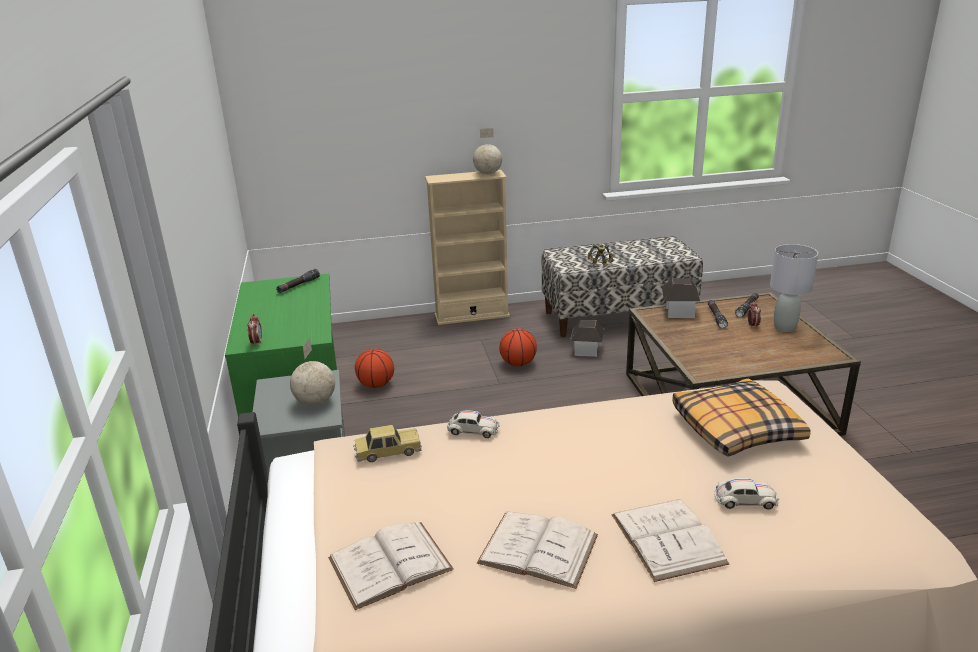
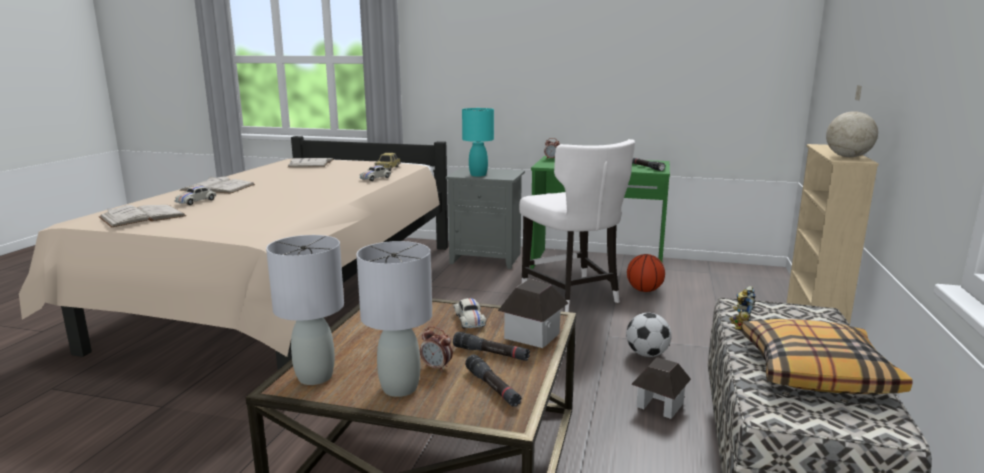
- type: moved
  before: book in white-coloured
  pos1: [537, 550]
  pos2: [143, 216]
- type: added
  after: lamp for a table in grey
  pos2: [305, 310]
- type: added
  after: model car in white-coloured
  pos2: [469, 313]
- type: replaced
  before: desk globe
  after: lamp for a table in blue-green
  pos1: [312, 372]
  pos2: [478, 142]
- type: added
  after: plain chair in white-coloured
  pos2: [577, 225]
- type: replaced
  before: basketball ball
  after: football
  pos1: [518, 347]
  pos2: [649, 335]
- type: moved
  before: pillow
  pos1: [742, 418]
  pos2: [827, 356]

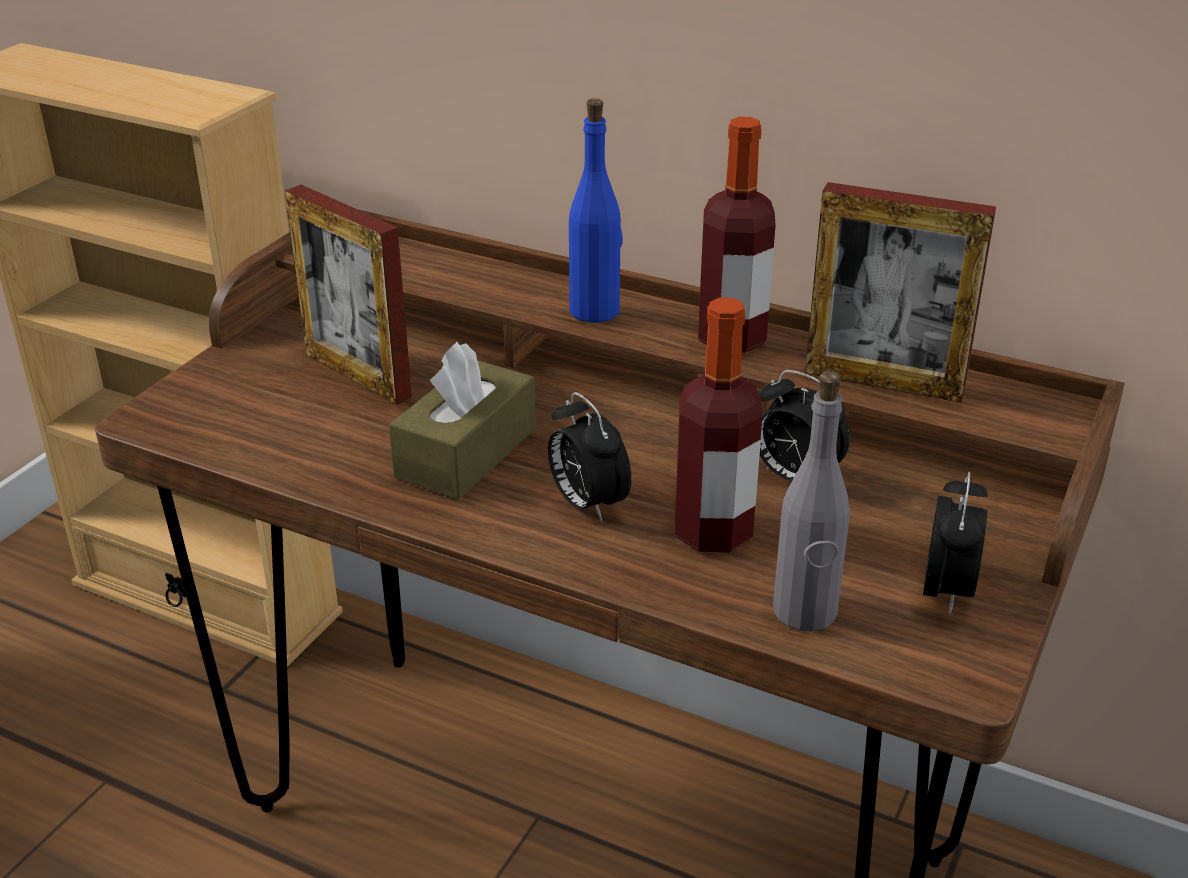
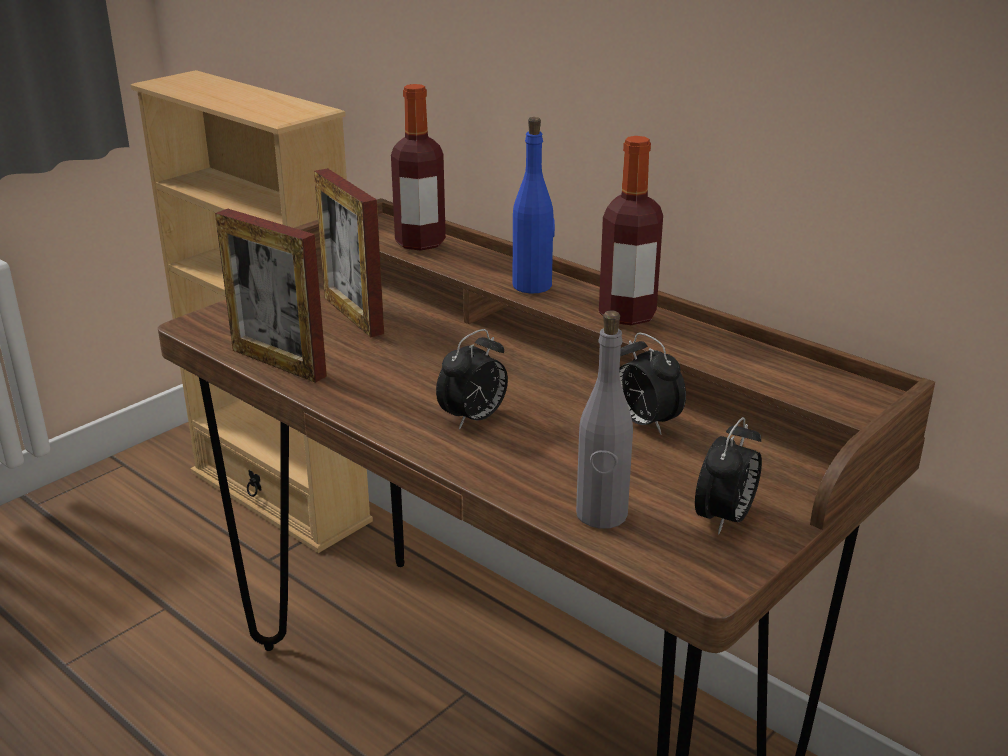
- type: moved
  before: photo frame
  pos1: [900, 292]
  pos2: [271, 296]
- type: moved
  before: beverage bottle
  pos1: [718, 424]
  pos2: [418, 167]
- type: turned
  before: bedside clock
  pos1: [589, 457]
  pos2: [472, 379]
  turn: -120
- type: removed
  before: tissue box in brown-coloured
  pos1: [462, 421]

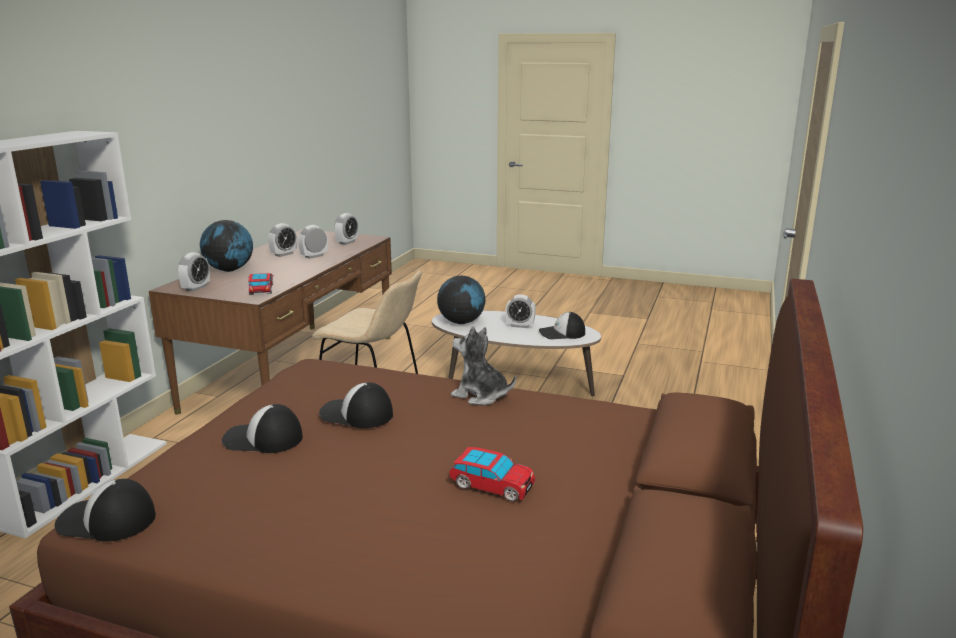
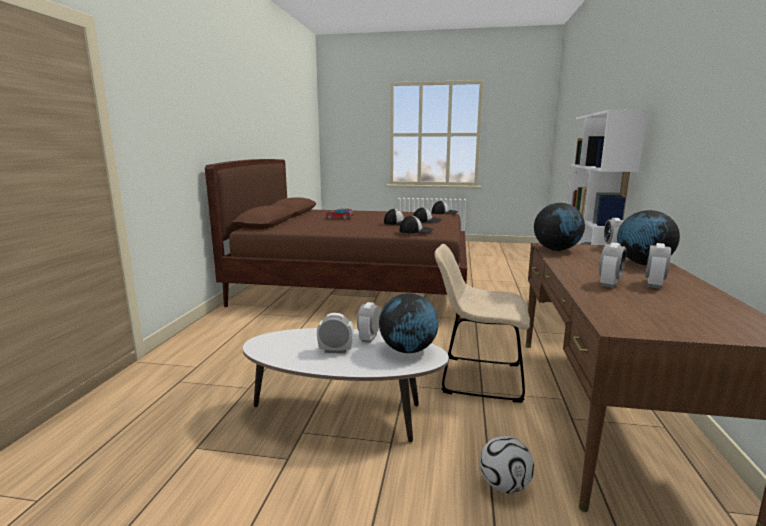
- type: moved
  before: bedside clock
  pos1: [346, 229]
  pos2: [369, 322]
- type: moved
  before: baseball cap
  pos1: [562, 325]
  pos2: [416, 224]
- type: added
  after: football
  pos2: [507, 465]
- type: replaced
  before: model car
  after: desk globe
  pos1: [261, 284]
  pos2: [559, 227]
- type: removed
  before: plush toy
  pos1: [483, 365]

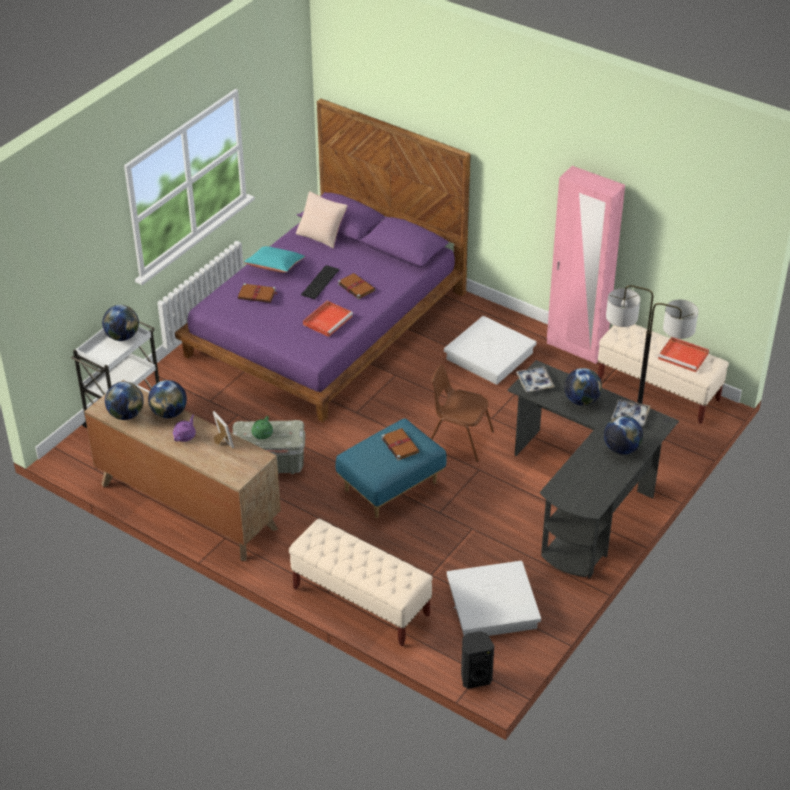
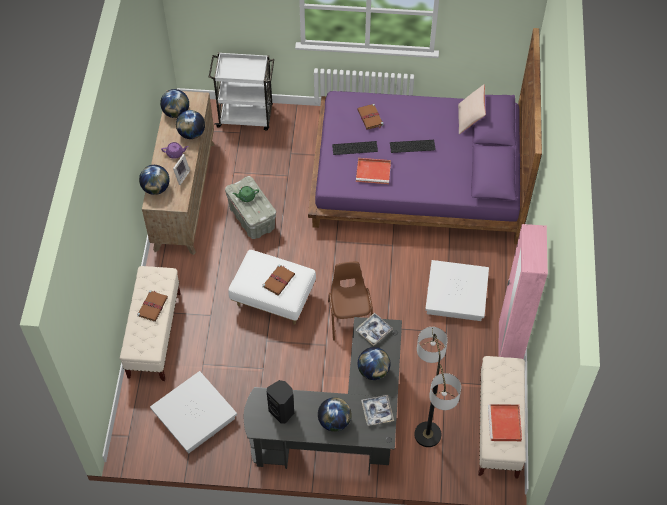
- type: moved
  before: book in brown-coloured
  pos1: [356, 286]
  pos2: [152, 306]
- type: moved
  before: desk globe
  pos1: [120, 323]
  pos2: [154, 180]
- type: recoloured
  before: footrest in blue
  after: footrest in white-coloured
  pos1: [391, 468]
  pos2: [272, 287]
- type: moved
  before: audio speaker in black
  pos1: [477, 660]
  pos2: [280, 402]
- type: added
  after: computer keyboard
  pos2: [355, 148]
- type: removed
  before: pillow in blue-green
  pos1: [274, 259]

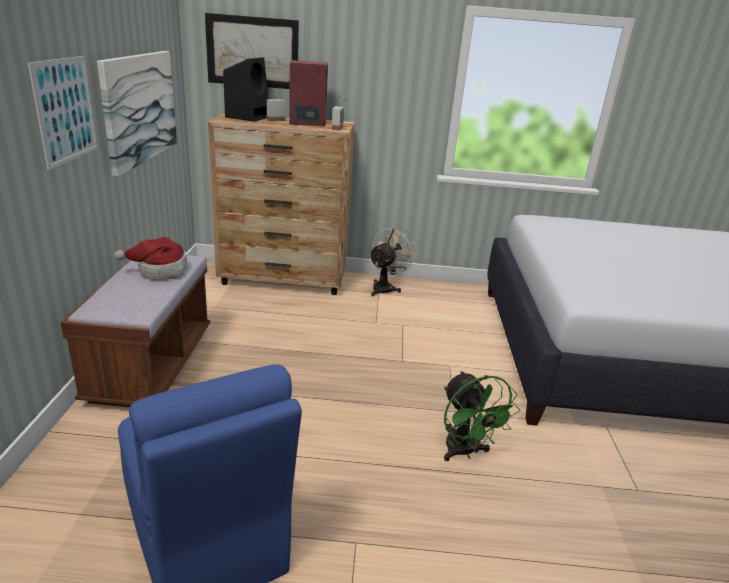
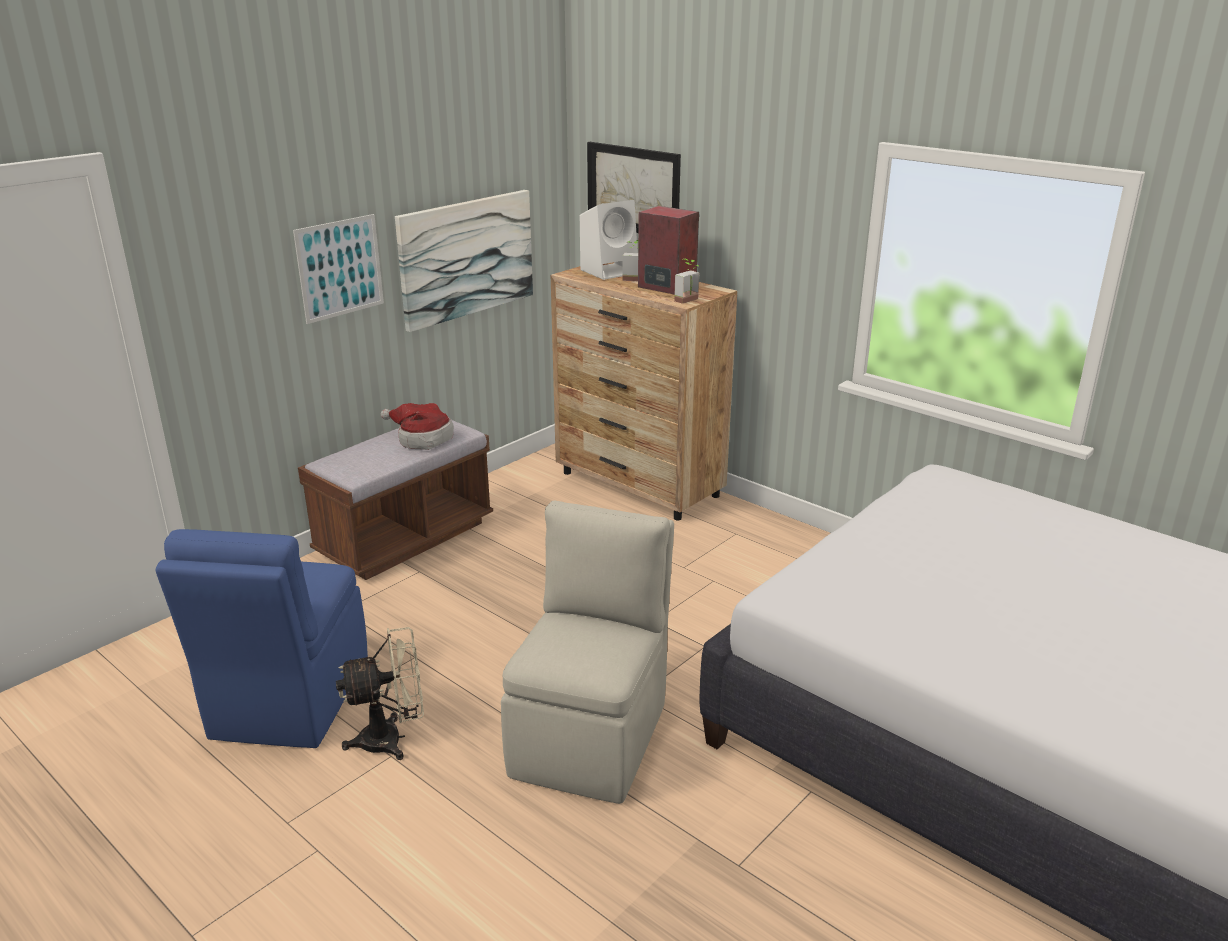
- type: moved
  before: electric fan in beige
  pos1: [393, 261]
  pos2: [380, 693]
- type: replaced
  before: electric fan in green
  after: plain chair in beige
  pos1: [482, 416]
  pos2: [587, 652]
- type: recoloured
  before: audio speaker in black
  after: audio speaker in white-coloured
  pos1: [246, 89]
  pos2: [609, 240]

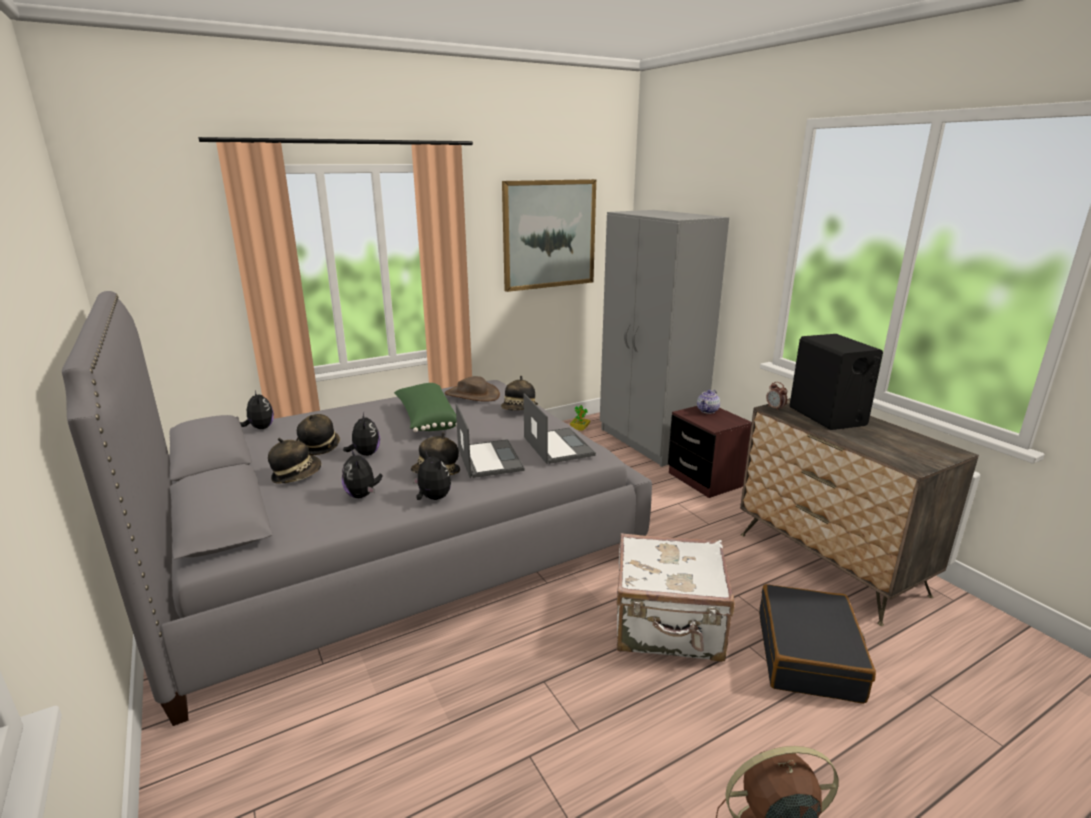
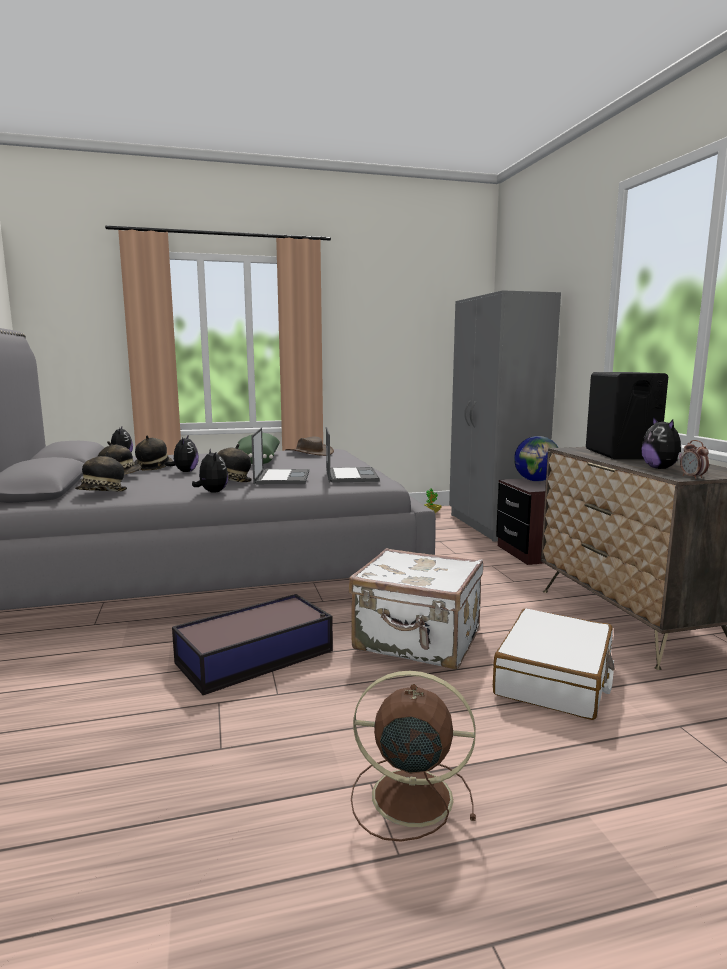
- type: moved
  before: clothing hat
  pos1: [519, 393]
  pos2: [101, 471]
- type: added
  after: storage bin
  pos2: [252, 644]
- type: recoloured
  before: travel case in black
  after: travel case in white-coloured
  pos1: [817, 644]
  pos2: [553, 664]
- type: replaced
  before: teapot
  after: desk globe
  pos1: [708, 402]
  pos2: [536, 459]
- type: moved
  before: plush toy
  pos1: [362, 473]
  pos2: [662, 443]
- type: moved
  before: bedside clock
  pos1: [776, 396]
  pos2: [694, 459]
- type: removed
  before: wall picture
  pos1: [549, 235]

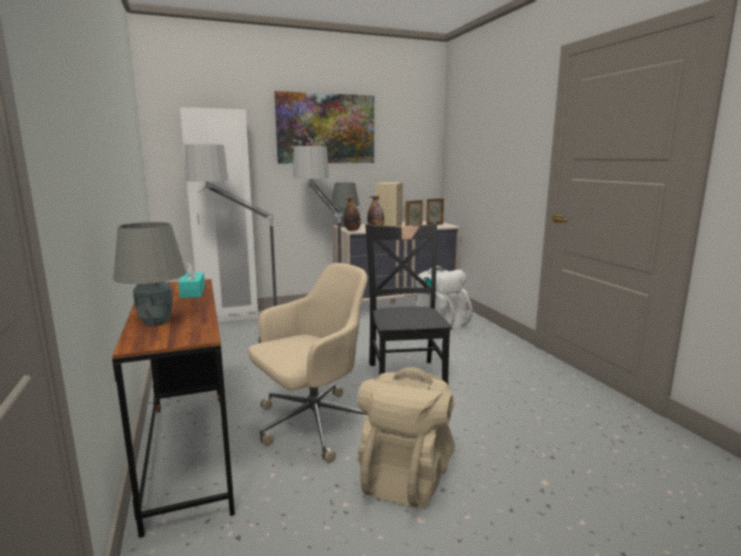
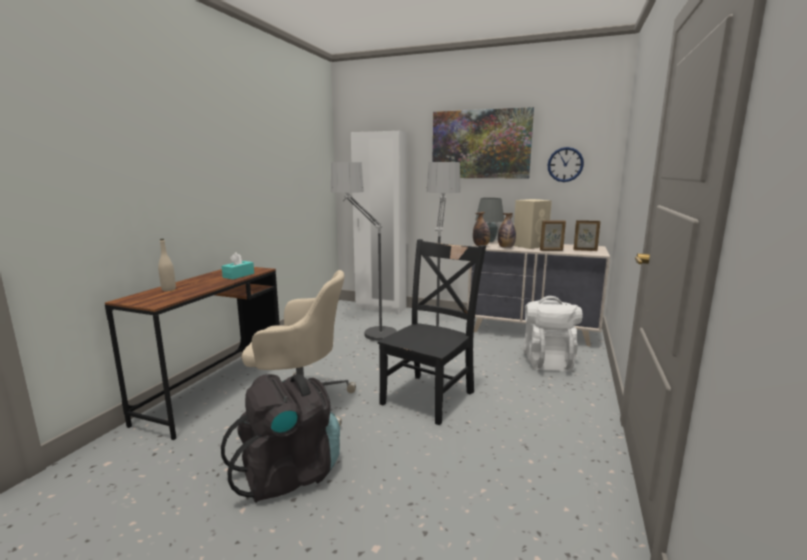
- type: replaced
  before: lamp for a table in grey
  after: beverage bottle in beige
  pos1: [149, 274]
  pos2: [167, 265]
- type: recoloured
  before: knapsack in beige
  after: knapsack in black
  pos1: [406, 437]
  pos2: [280, 438]
- type: added
  after: hanging clock
  pos2: [566, 164]

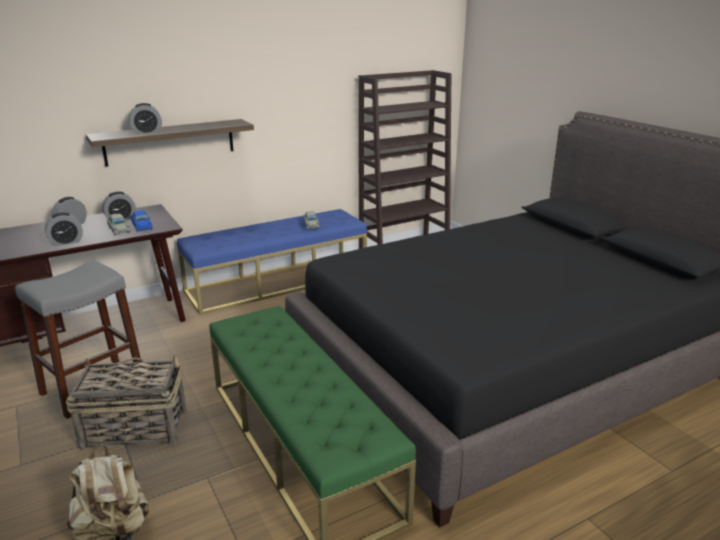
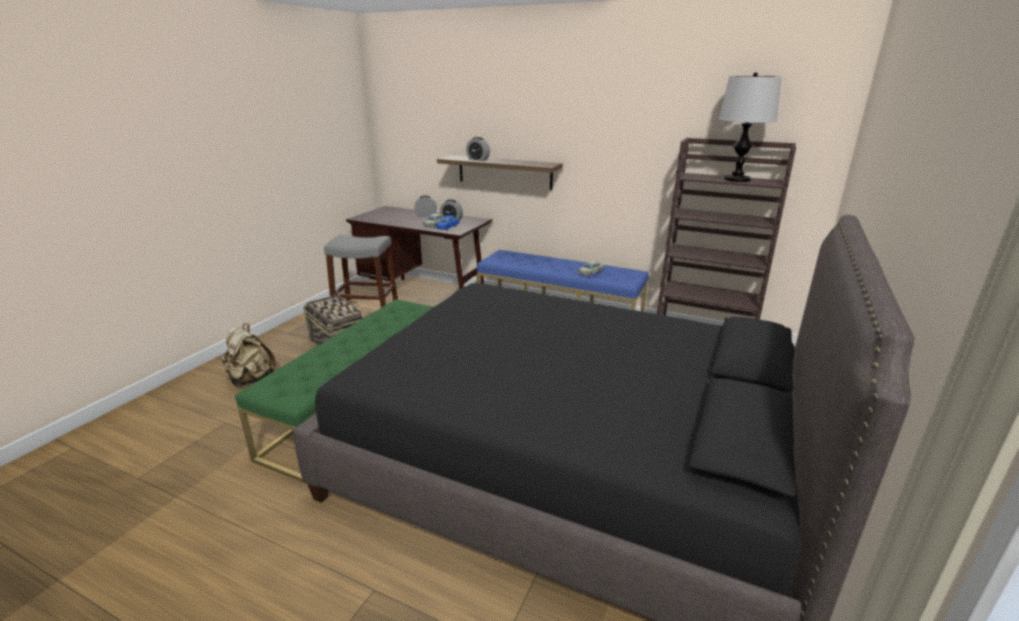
- type: added
  after: lamp for a table
  pos2: [750, 127]
- type: removed
  before: bedside clock
  pos1: [64, 229]

